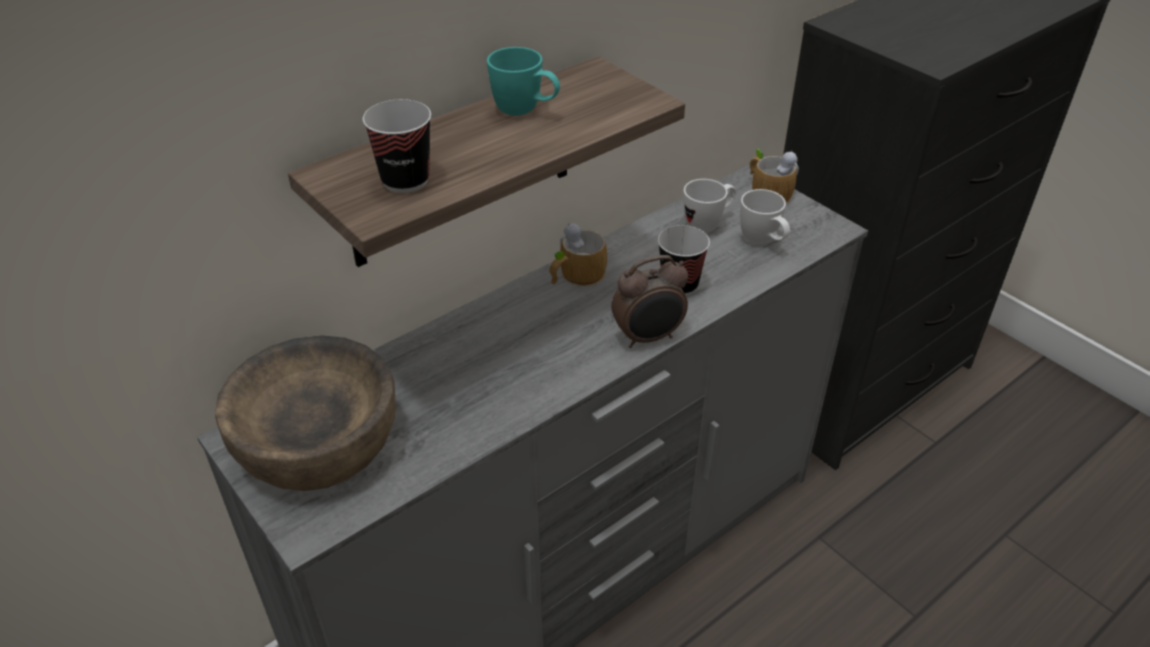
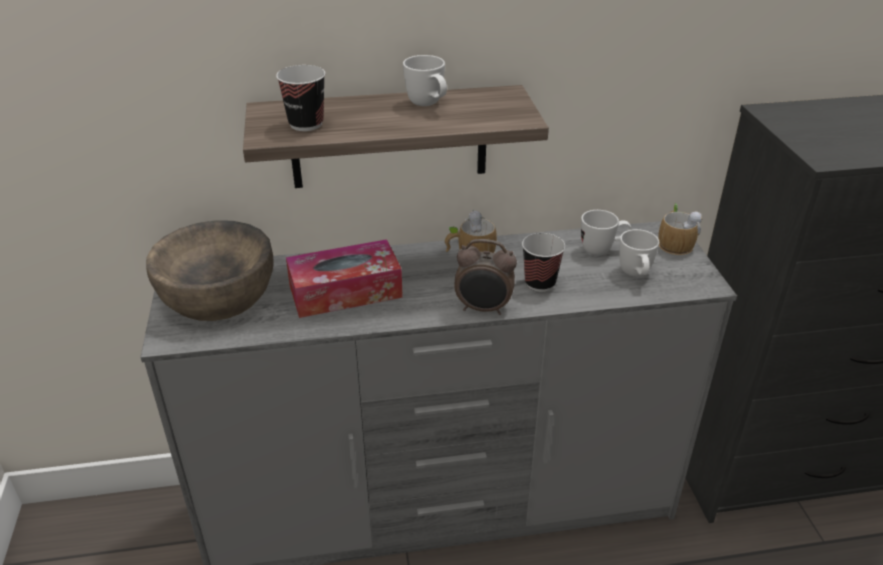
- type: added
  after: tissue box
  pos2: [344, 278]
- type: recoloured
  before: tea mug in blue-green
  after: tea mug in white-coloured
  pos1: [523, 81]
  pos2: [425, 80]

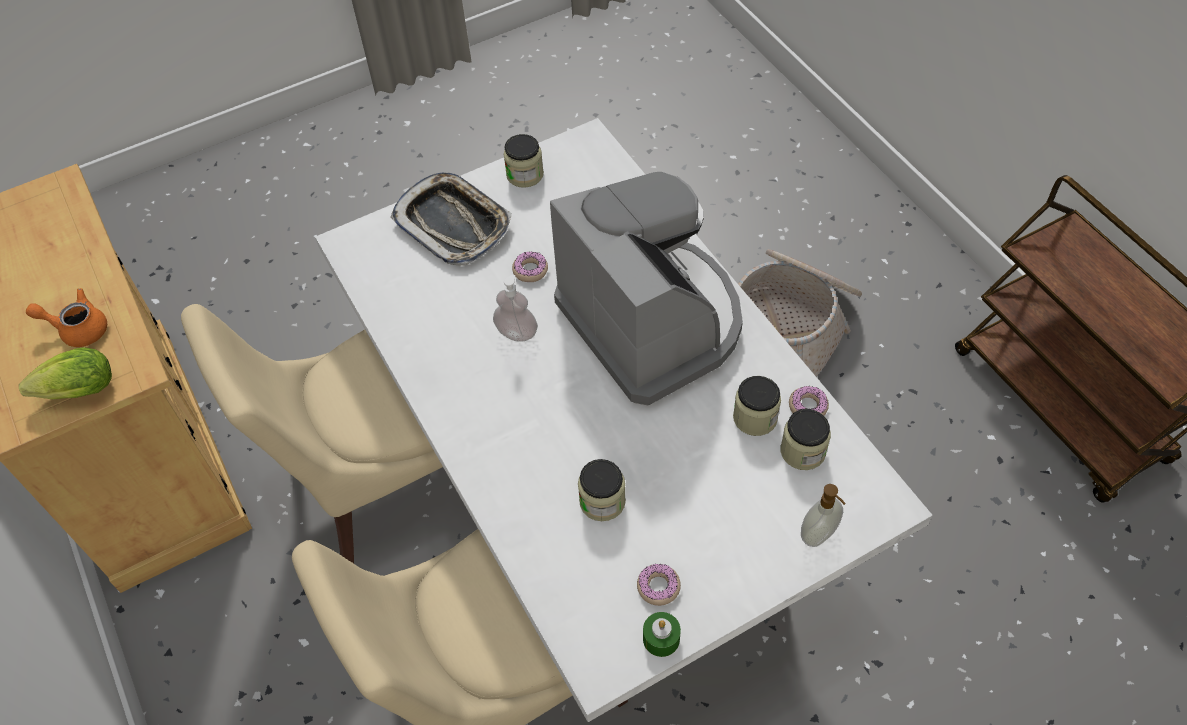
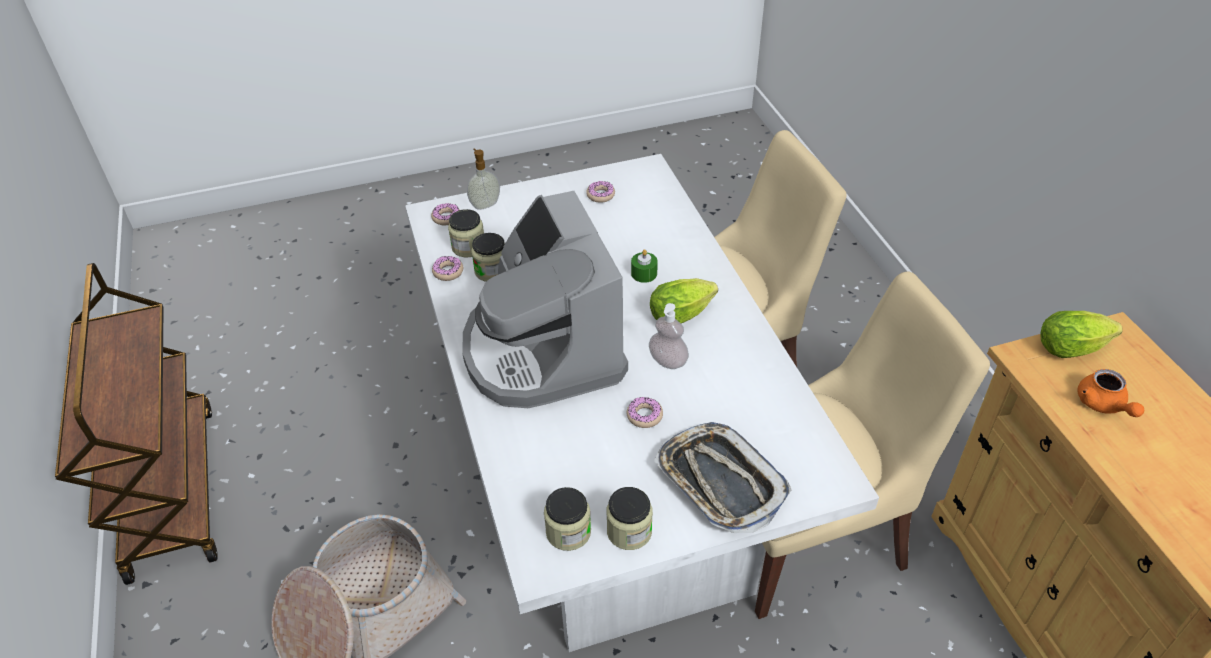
- type: added
  after: donut
  pos2: [445, 214]
- type: moved
  before: jar
  pos1: [602, 490]
  pos2: [567, 519]
- type: moved
  before: candle in green
  pos1: [662, 634]
  pos2: [644, 266]
- type: added
  after: lettuce
  pos2: [684, 300]
- type: turned
  before: teapot in orange-coloured
  pos1: [66, 317]
  pos2: [1110, 393]
  turn: 60

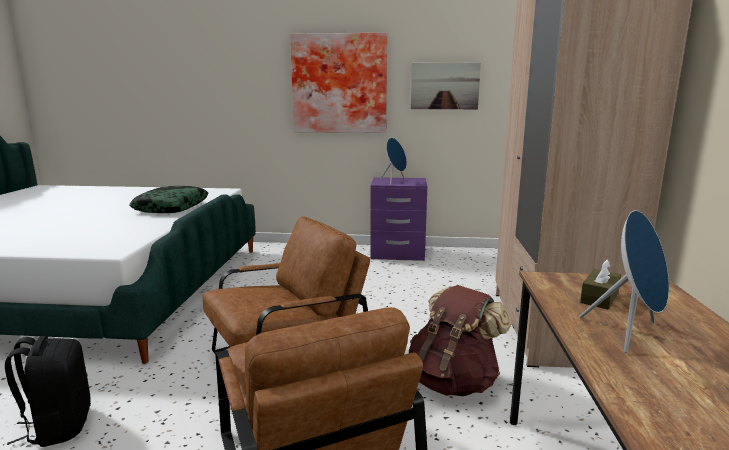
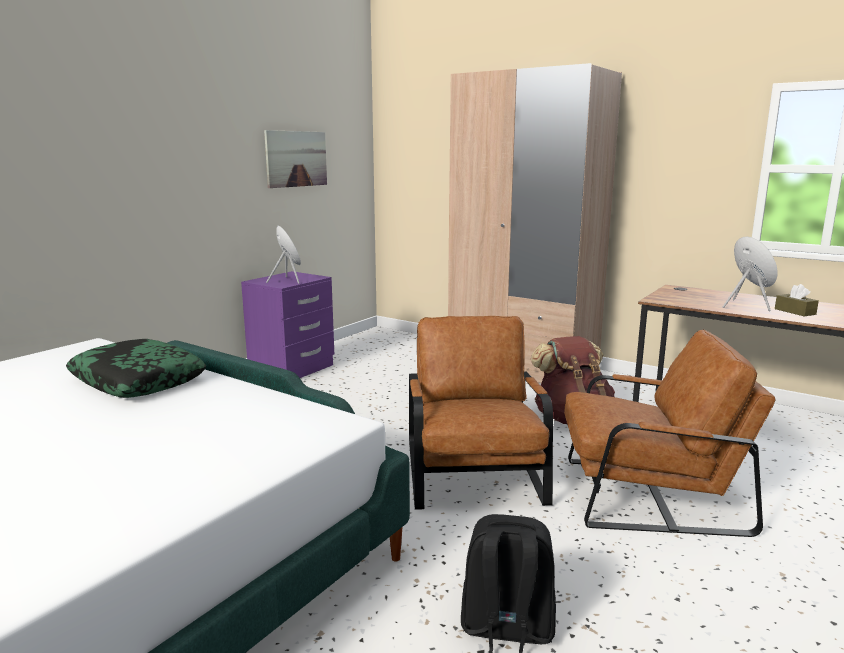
- type: moved
  before: tissue box in brown-coloured
  pos1: [600, 284]
  pos2: [797, 300]
- type: removed
  before: wall picture
  pos1: [338, 83]

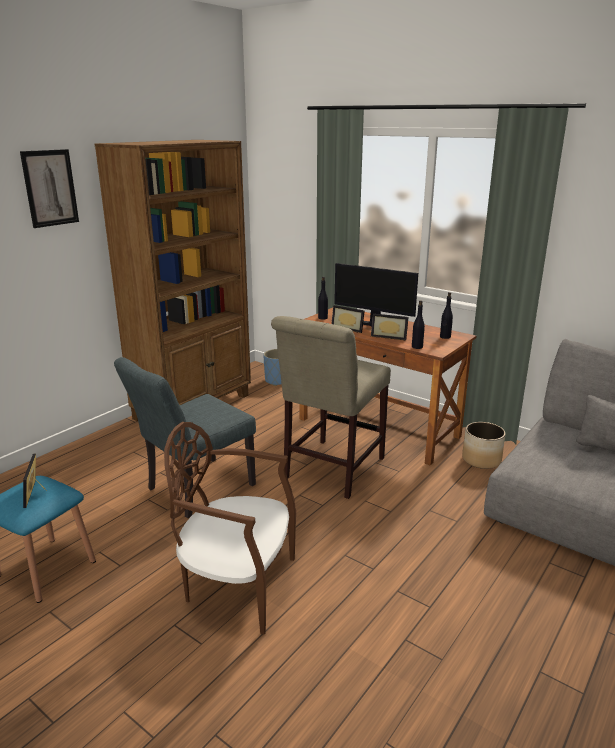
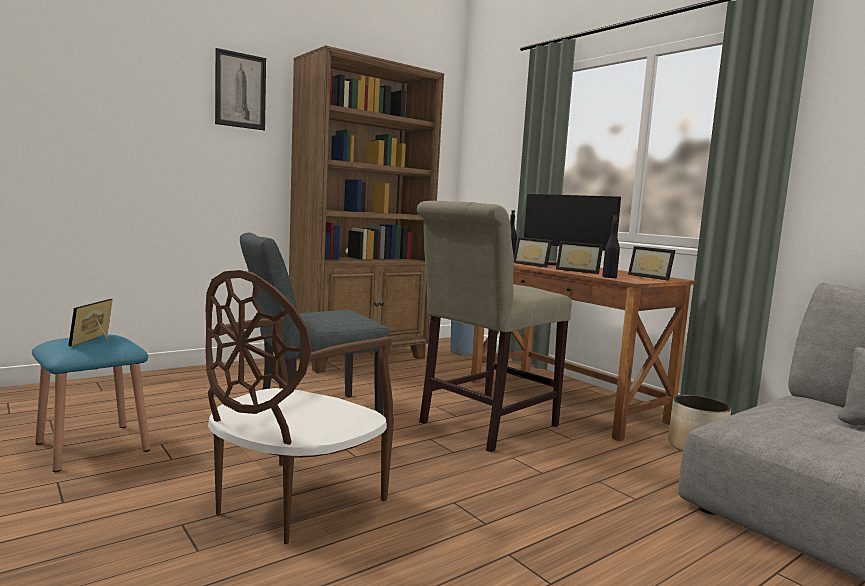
- type: turned
  before: plain chair in brown-coloured
  pos1: [230, 528]
  pos2: [299, 407]
  turn: -90
- type: replaced
  before: beverage bottle in black
  after: photo frame
  pos1: [446, 315]
  pos2: [652, 263]

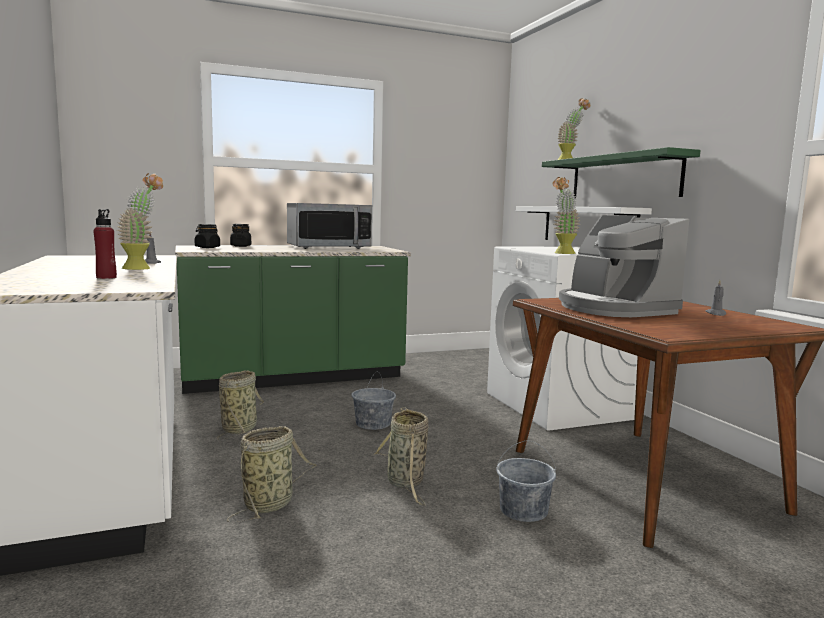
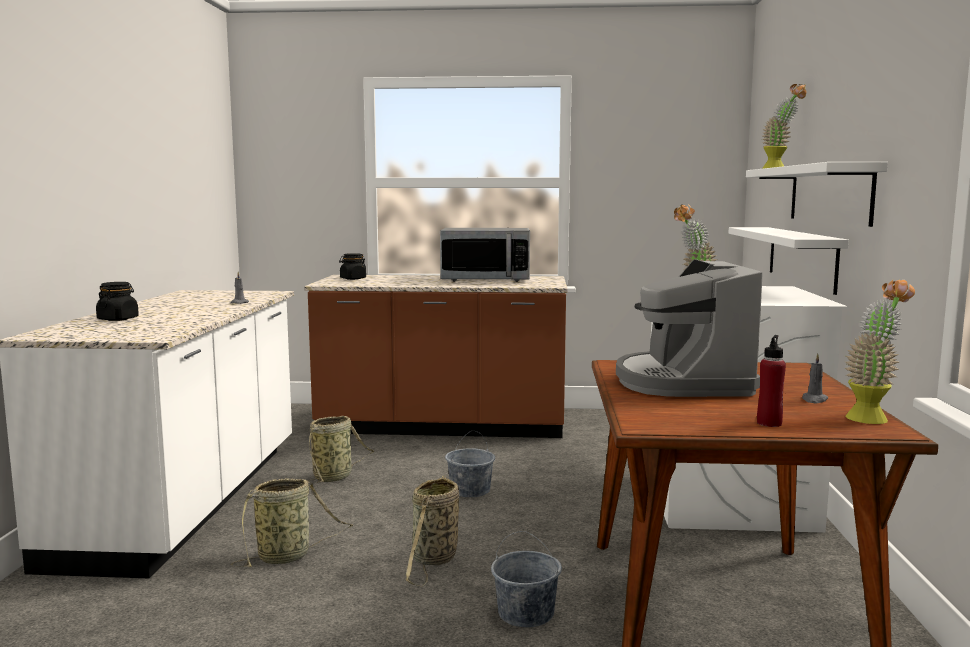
- type: moved
  before: jar in black
  pos1: [240, 235]
  pos2: [117, 301]
- type: recoloured
  before: counter in green
  after: counter in brown-coloured
  pos1: [293, 319]
  pos2: [436, 356]
- type: recoloured
  before: wall shelf in green
  after: wall shelf in white-coloured
  pos1: [621, 172]
  pos2: [817, 194]
- type: moved
  before: beverage bottle in red-coloured
  pos1: [105, 244]
  pos2: [771, 381]
- type: moved
  before: houseplant
  pos1: [140, 221]
  pos2: [880, 351]

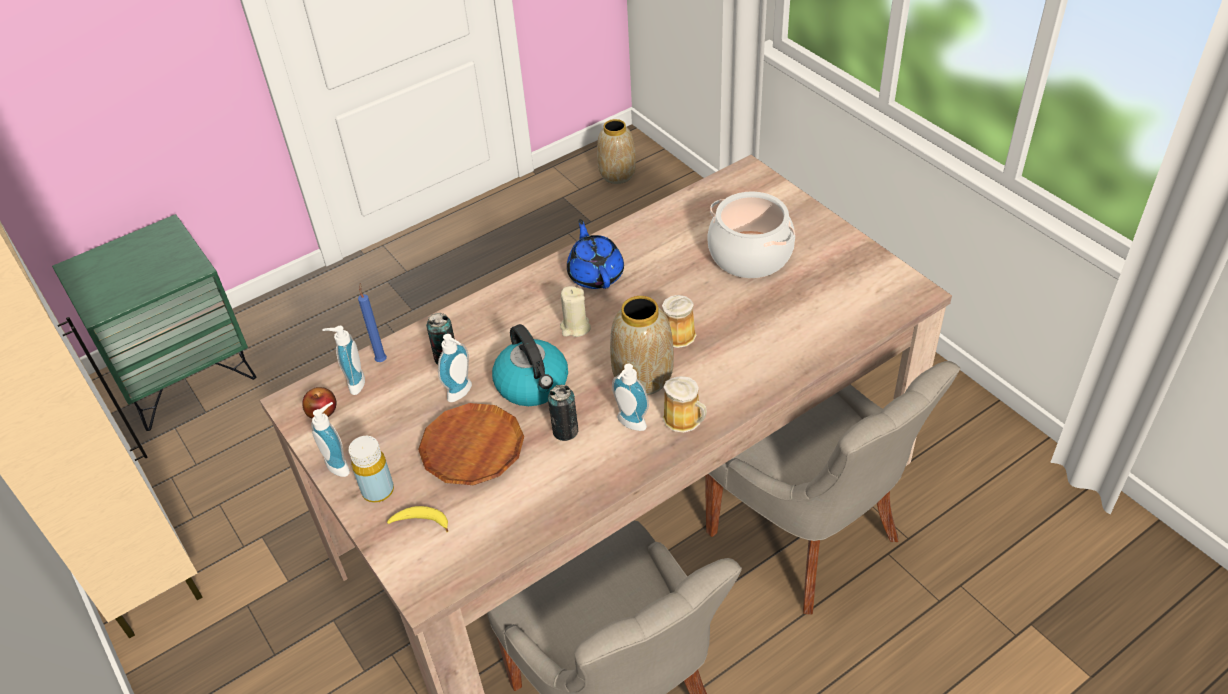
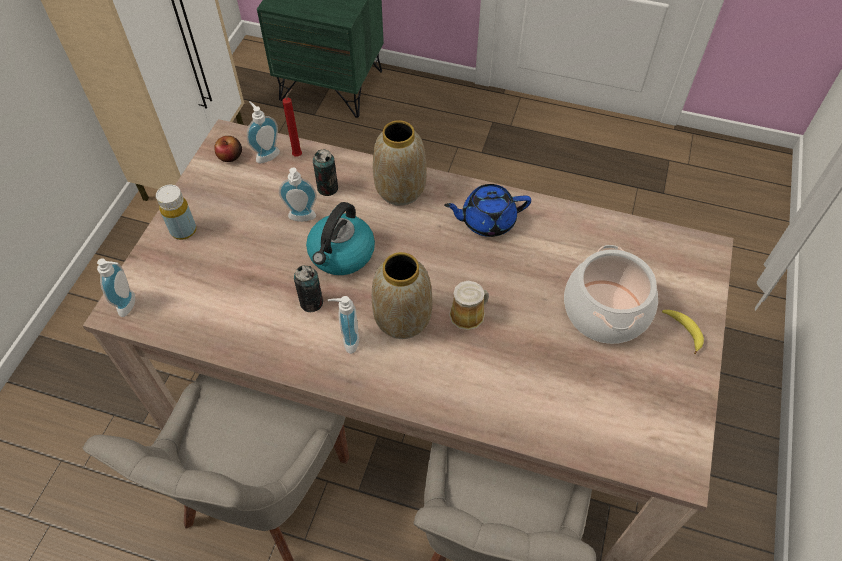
- type: moved
  before: soap bottle
  pos1: [330, 439]
  pos2: [116, 288]
- type: recoloured
  before: candle in blue
  after: candle in red-coloured
  pos1: [372, 322]
  pos2: [292, 123]
- type: moved
  before: decorative vase
  pos1: [616, 151]
  pos2: [400, 163]
- type: turned
  before: teapot in blue
  pos1: [595, 254]
  pos2: [487, 210]
  turn: -135
- type: moved
  before: banana fruit
  pos1: [417, 519]
  pos2: [683, 332]
- type: removed
  before: dinner plate in brown-coloured
  pos1: [471, 444]
- type: removed
  before: candle in beige
  pos1: [575, 311]
- type: removed
  before: tea mug
  pos1: [685, 404]

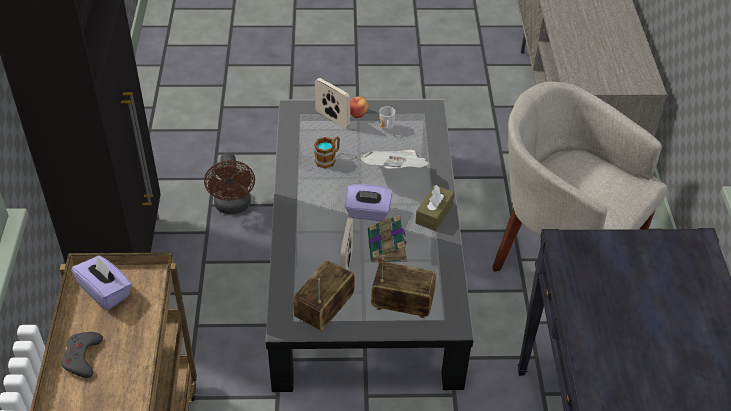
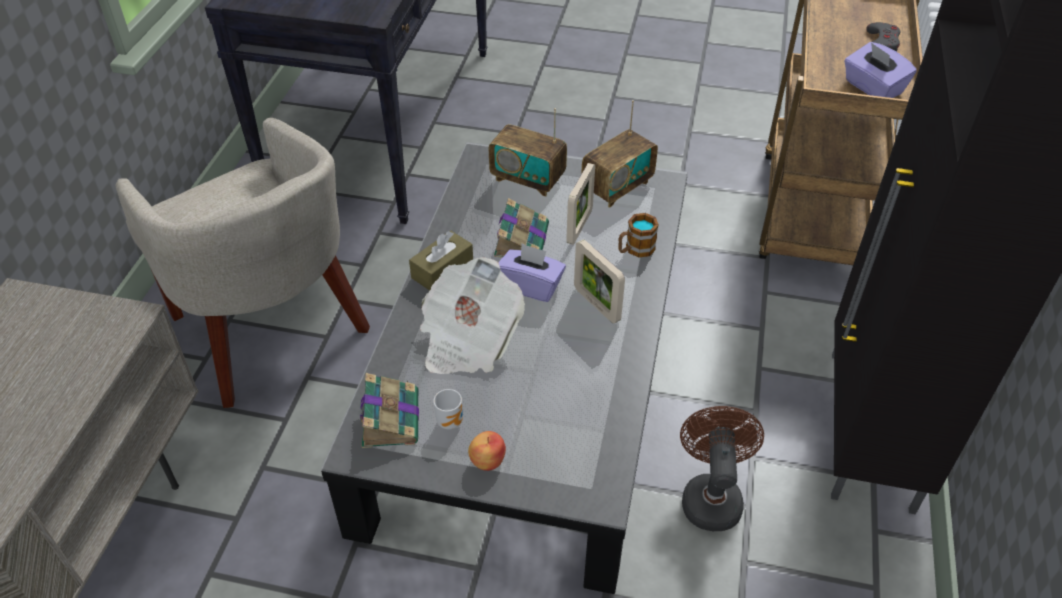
- type: added
  after: book
  pos2: [389, 410]
- type: moved
  before: photo frame
  pos1: [332, 103]
  pos2: [599, 281]
- type: moved
  before: tea mug
  pos1: [327, 153]
  pos2: [638, 235]

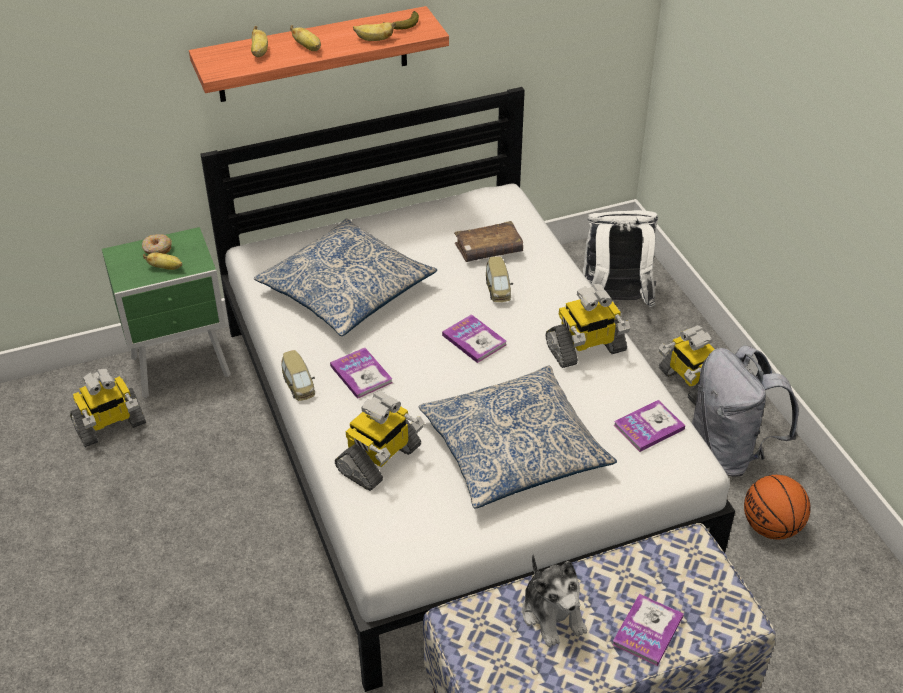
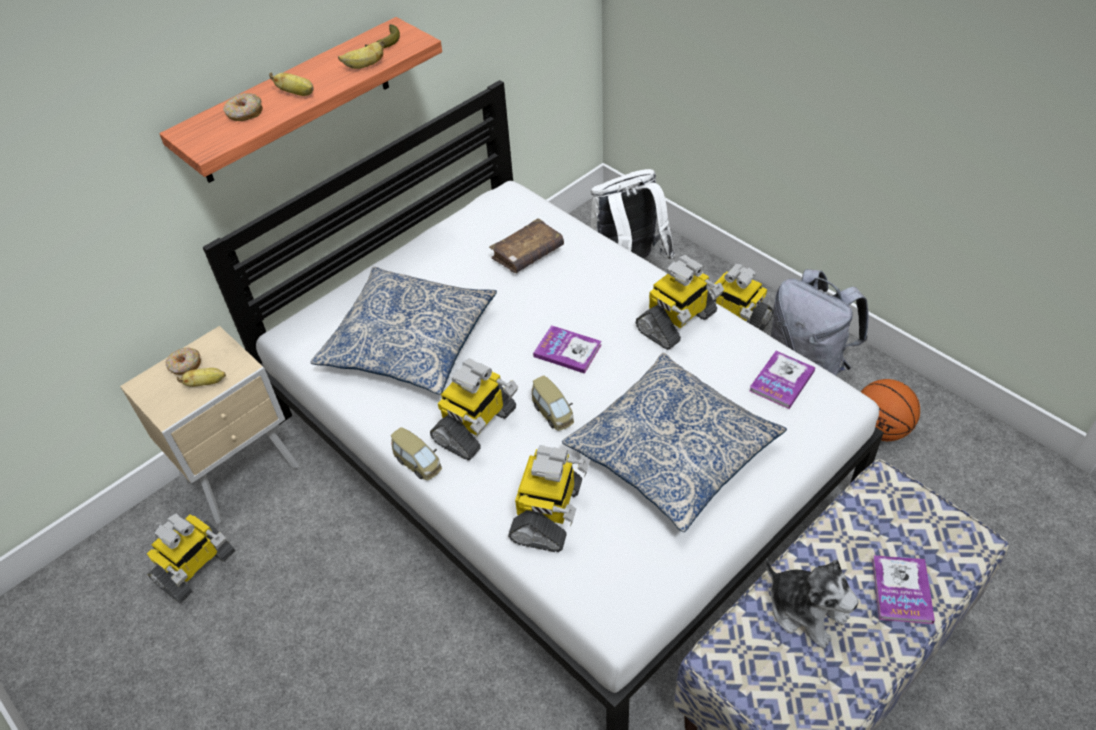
- type: recoloured
  before: nightstand in green
  after: nightstand in beige
  pos1: [166, 312]
  pos2: [209, 425]
- type: replaced
  before: banana fruit
  after: donut
  pos1: [259, 41]
  pos2: [243, 107]
- type: replaced
  before: book
  after: robot figure
  pos1: [361, 373]
  pos2: [474, 409]
- type: moved
  before: model car
  pos1: [499, 279]
  pos2: [553, 403]

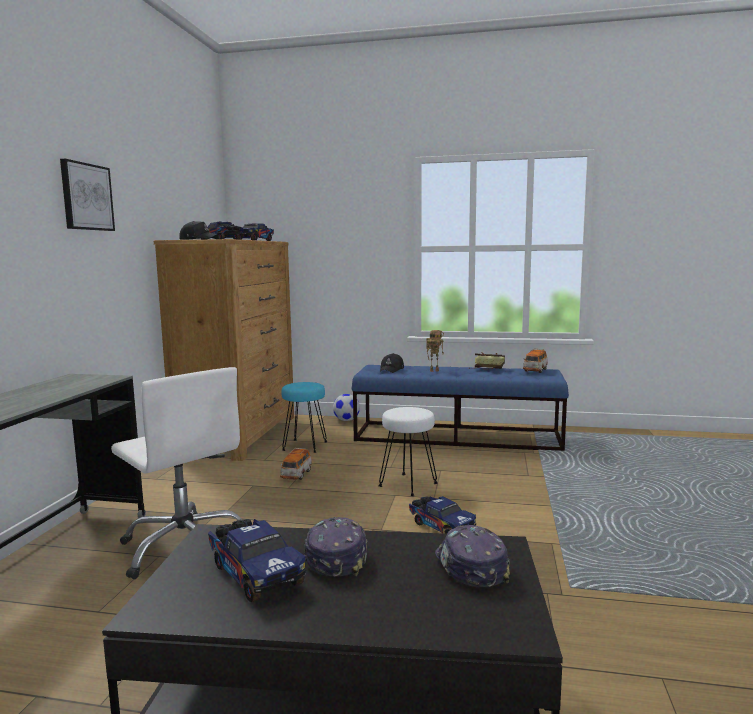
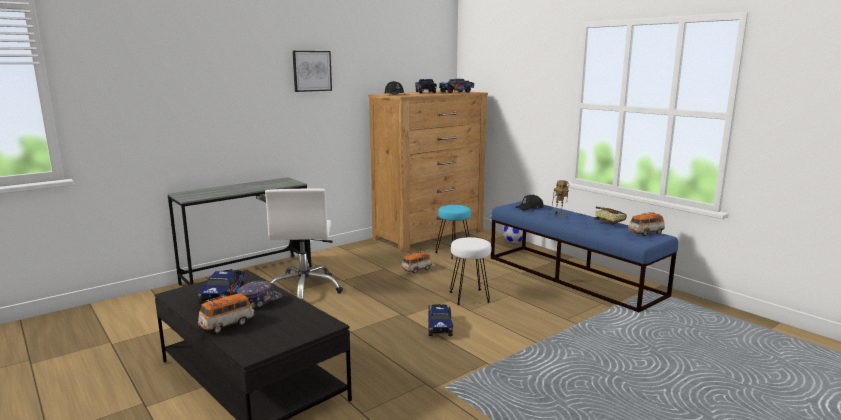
- type: added
  after: model car
  pos2: [226, 313]
- type: removed
  before: baseball cap
  pos1: [472, 556]

